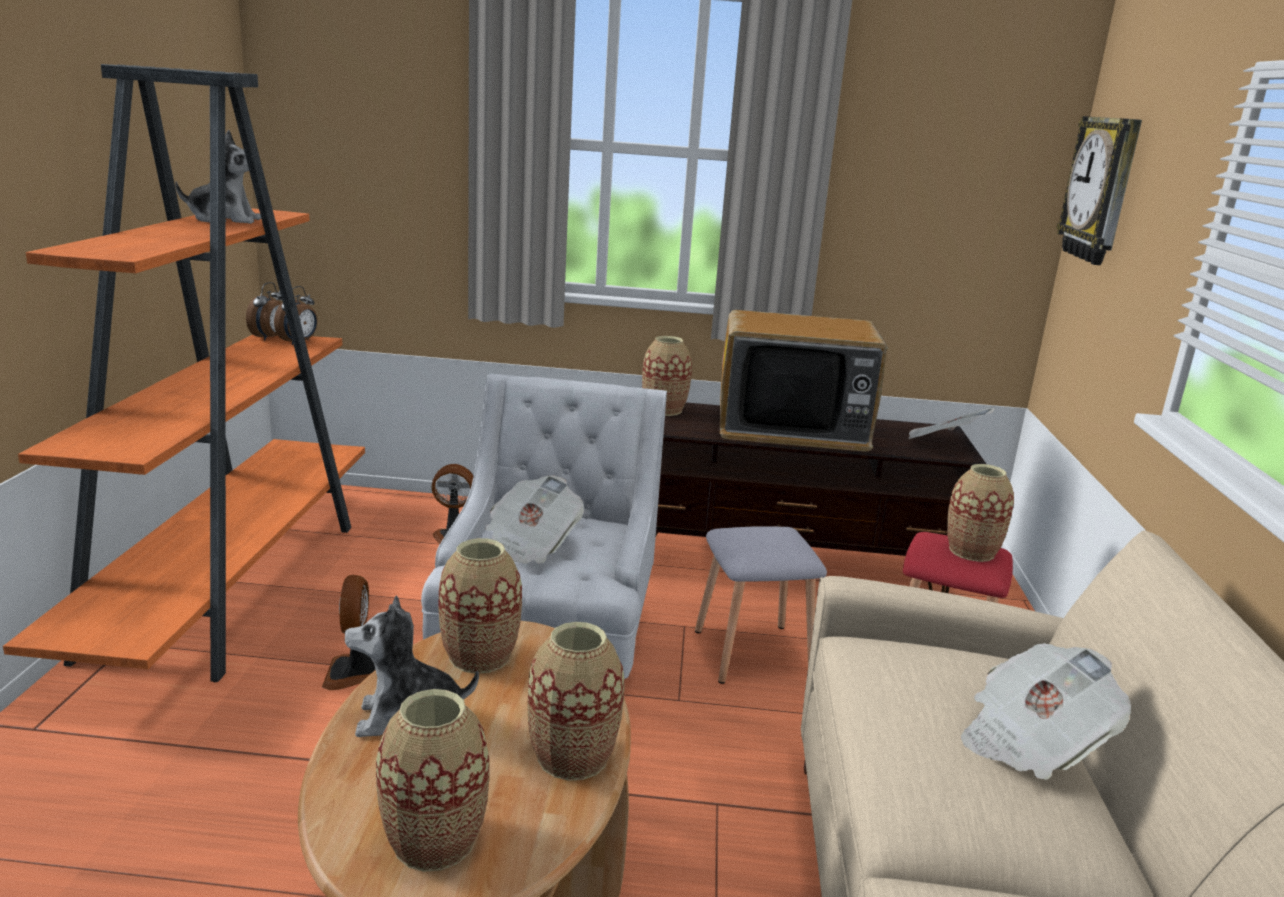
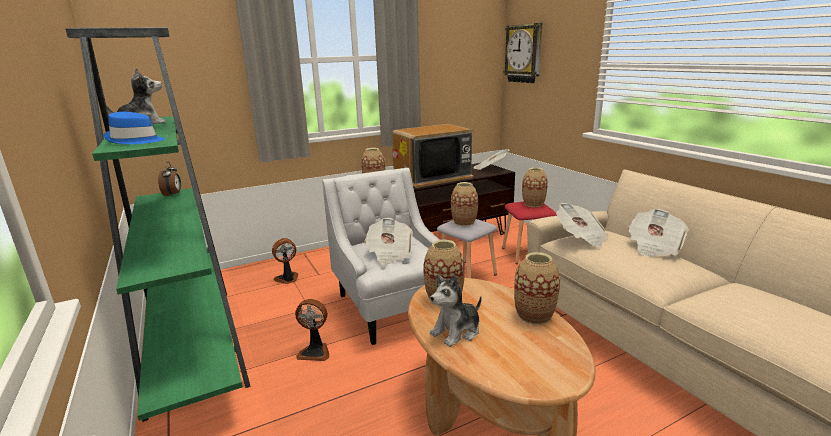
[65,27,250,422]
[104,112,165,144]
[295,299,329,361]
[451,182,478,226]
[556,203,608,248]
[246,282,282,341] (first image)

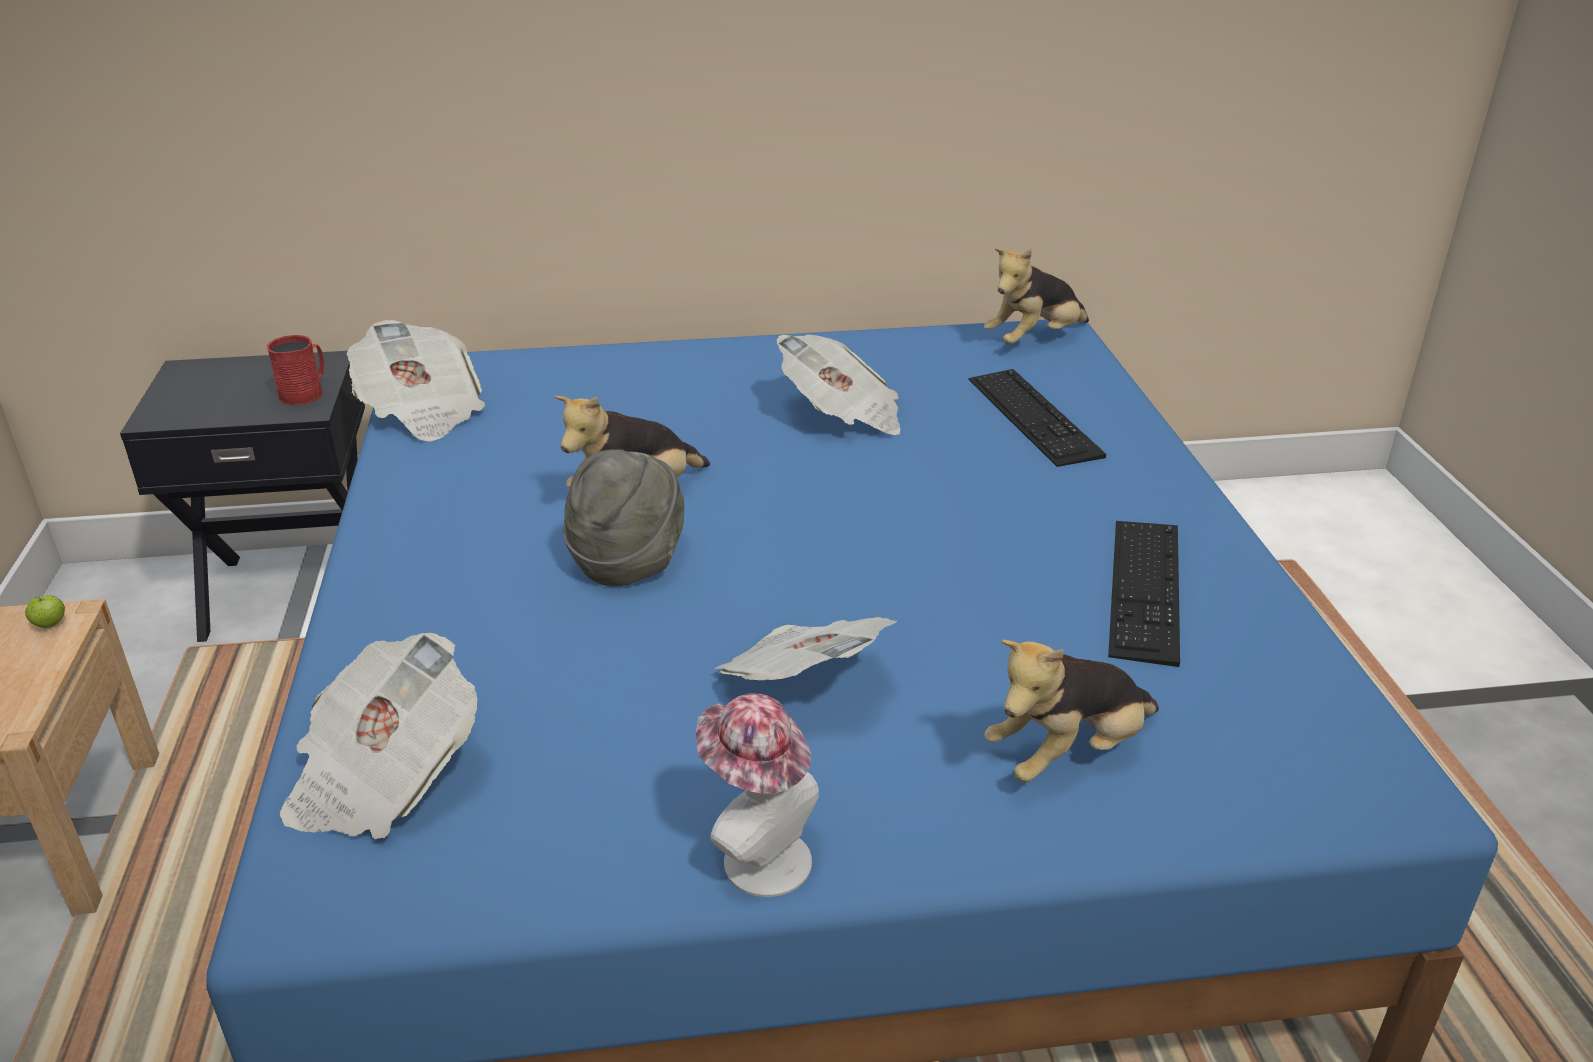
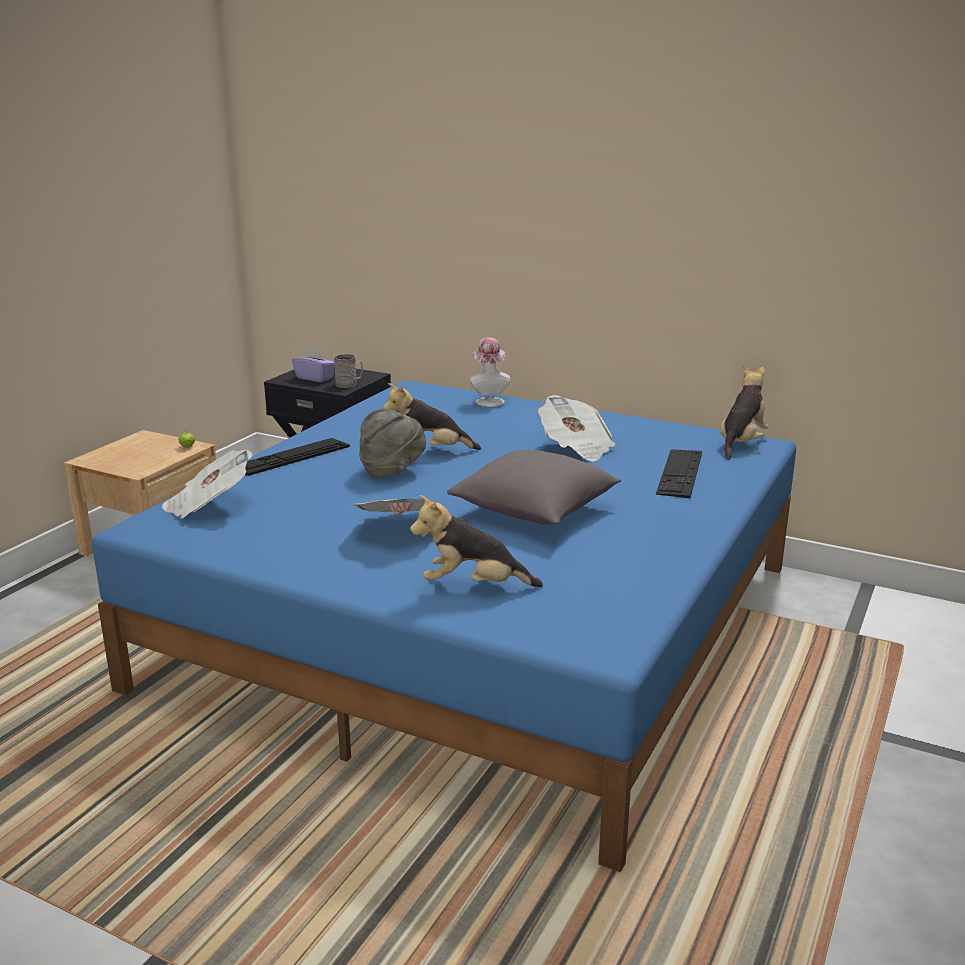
[245,438,350,476]
[292,347,335,382]
[334,354,363,388]
[447,450,621,525]
[469,337,511,407]
[720,366,769,460]
[347,320,485,442] (first image)

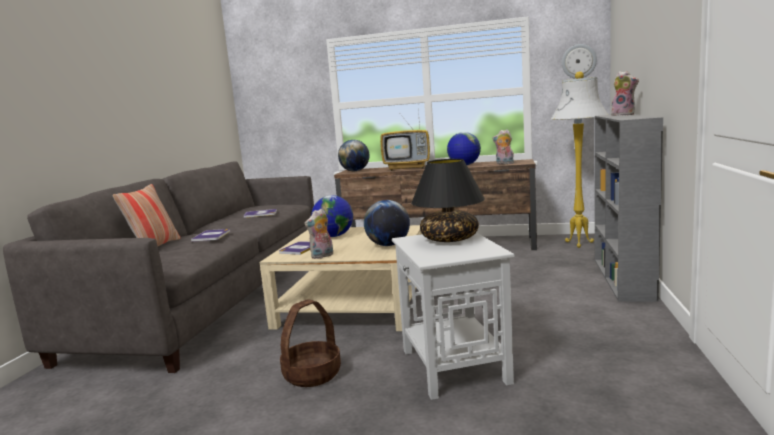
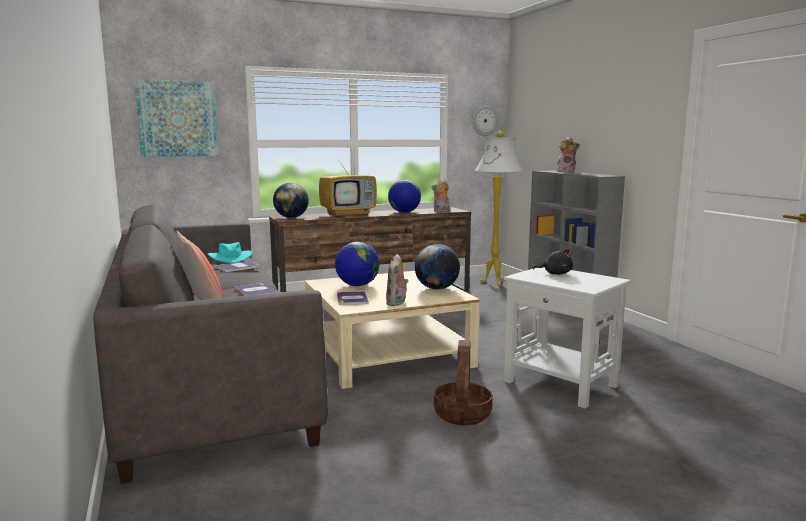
[134,79,219,157]
[208,242,252,263]
[533,249,573,275]

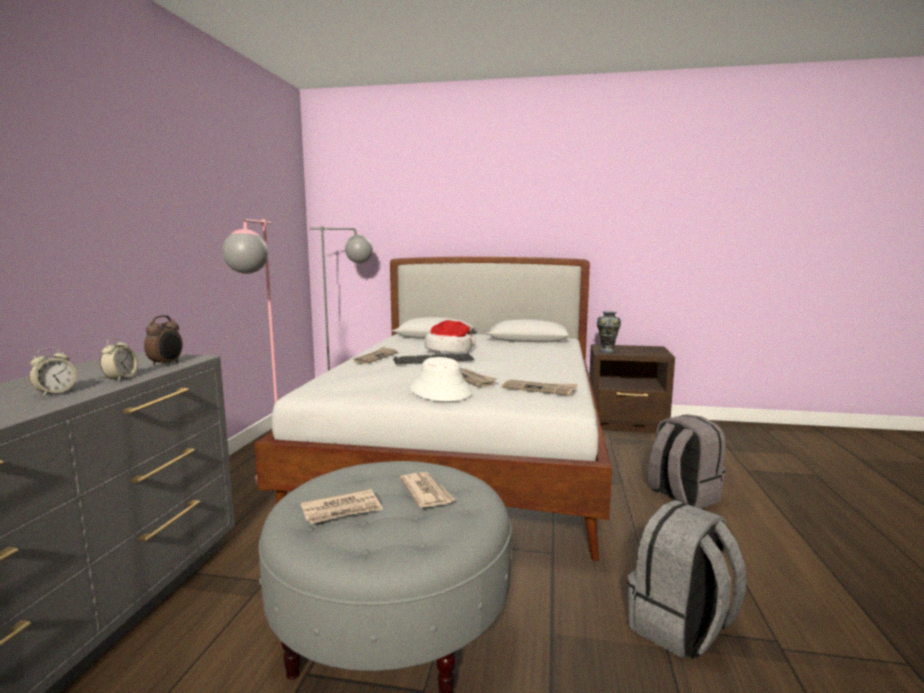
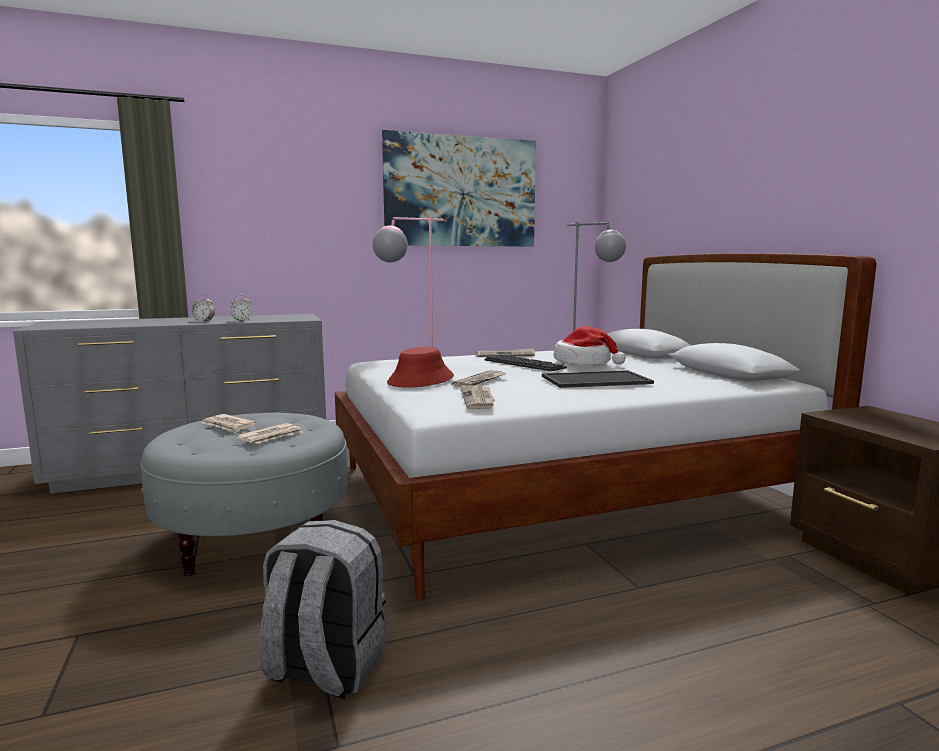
[382,130,536,247]
[387,347,454,388]
[542,370,654,388]
[144,315,183,367] (first image)
[597,311,621,353] (first image)
[648,414,726,509] (first image)

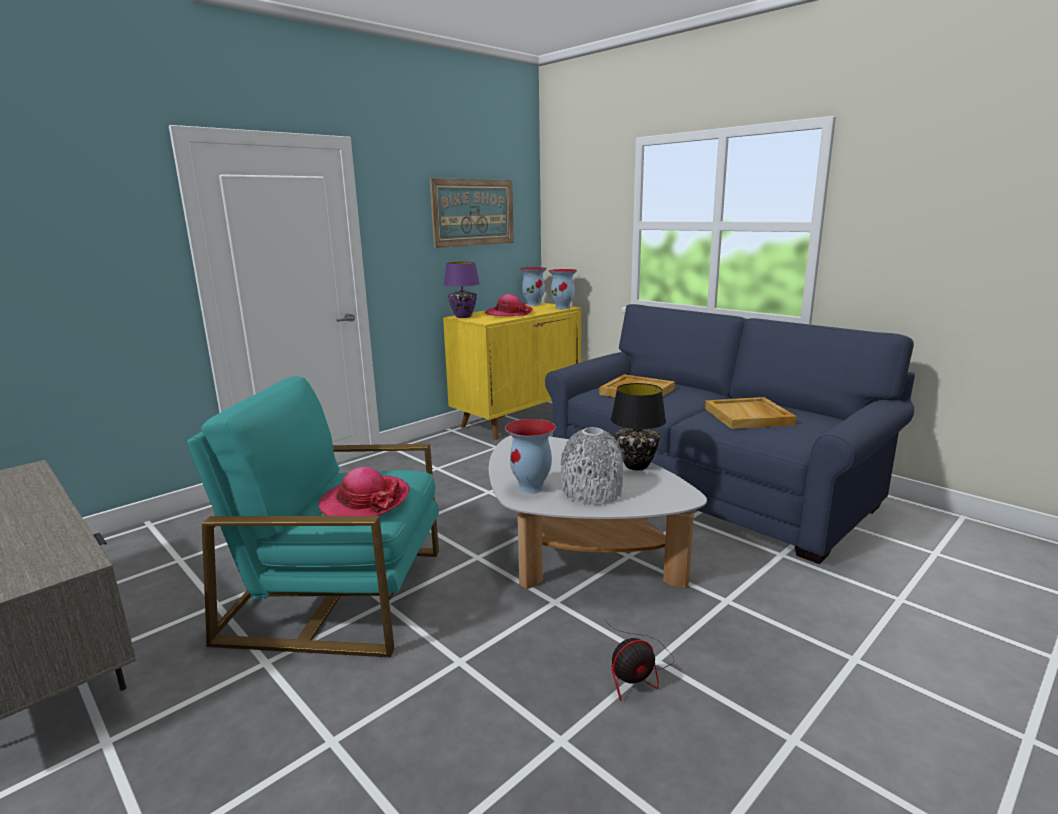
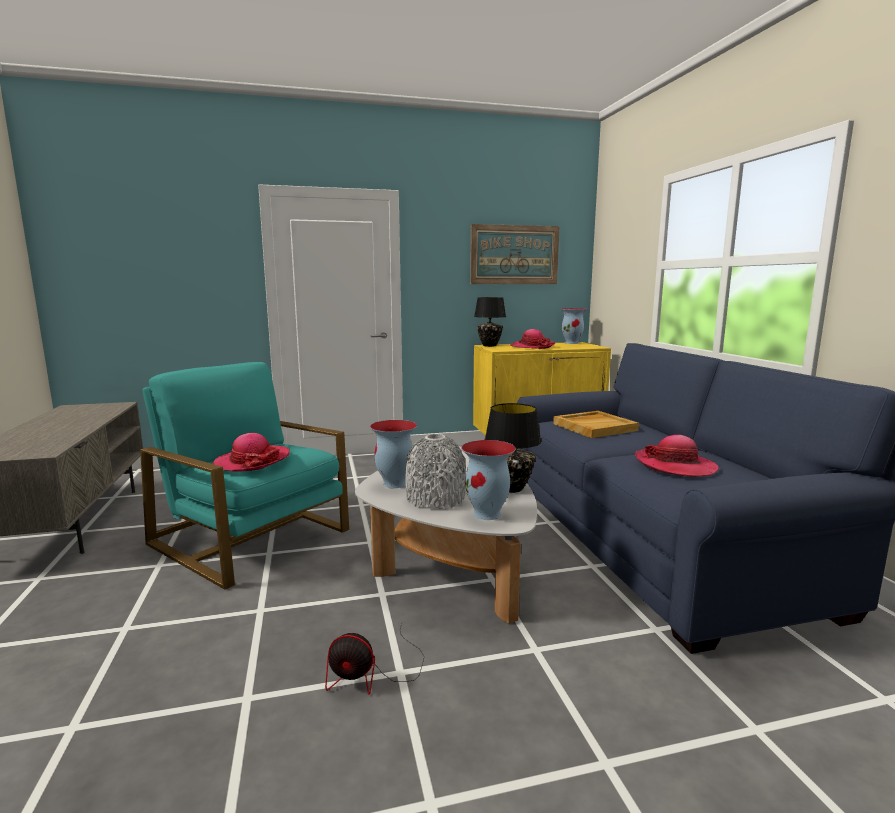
[461,440,516,520]
[474,297,506,347]
[635,435,719,477]

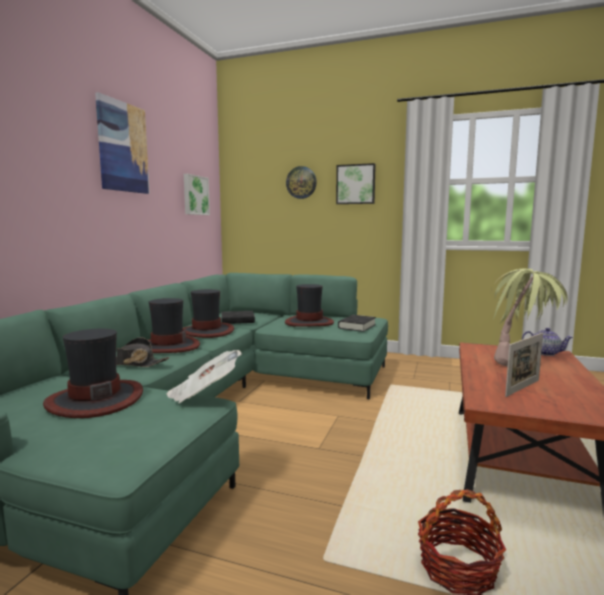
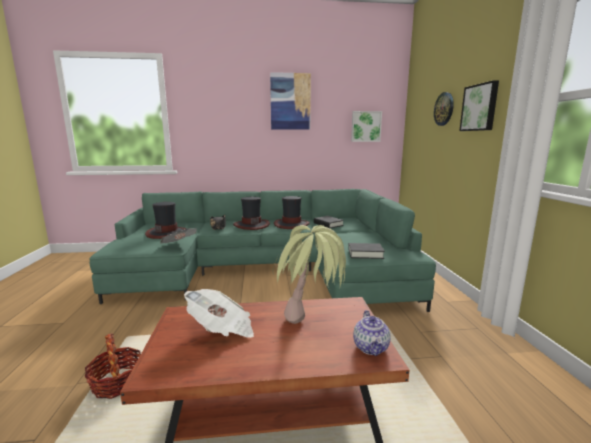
[184,289,254,338]
[285,284,334,327] (first image)

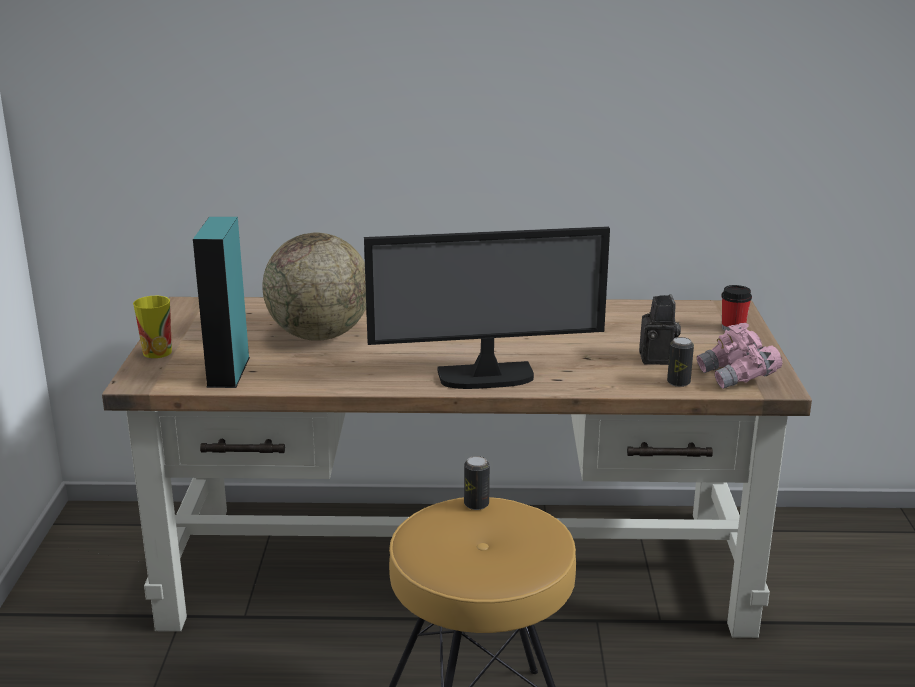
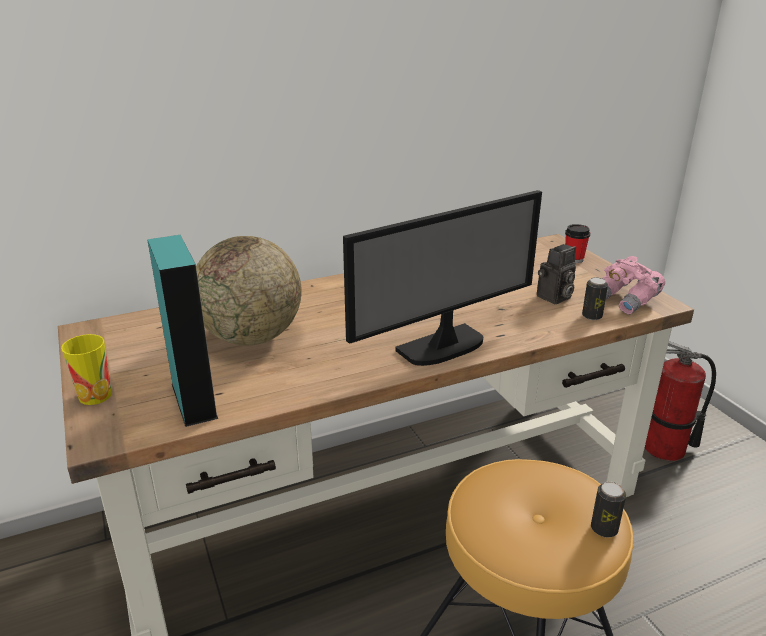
[537,244,576,304]
[591,482,626,538]
[645,341,716,461]

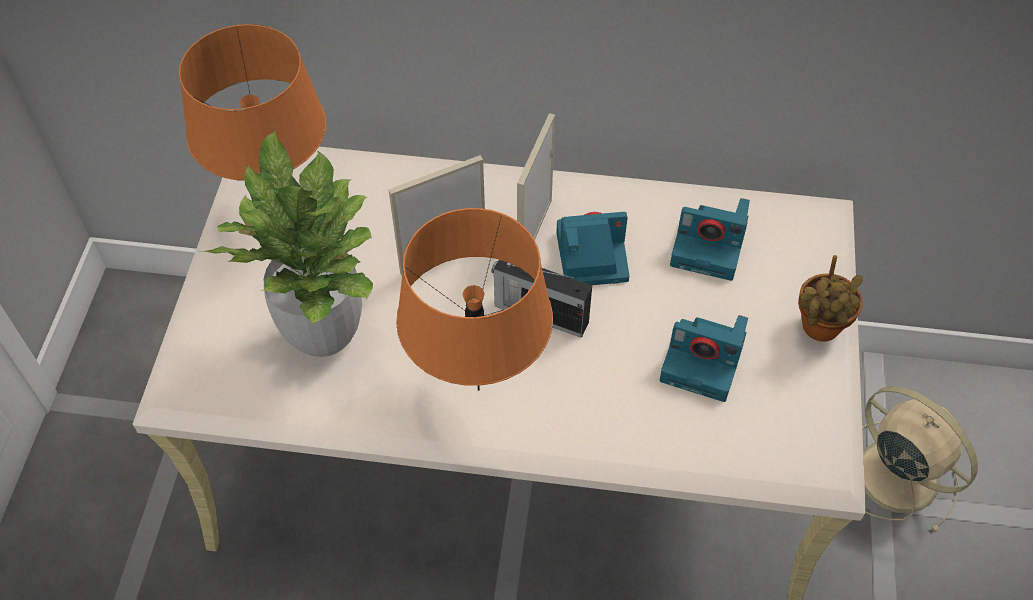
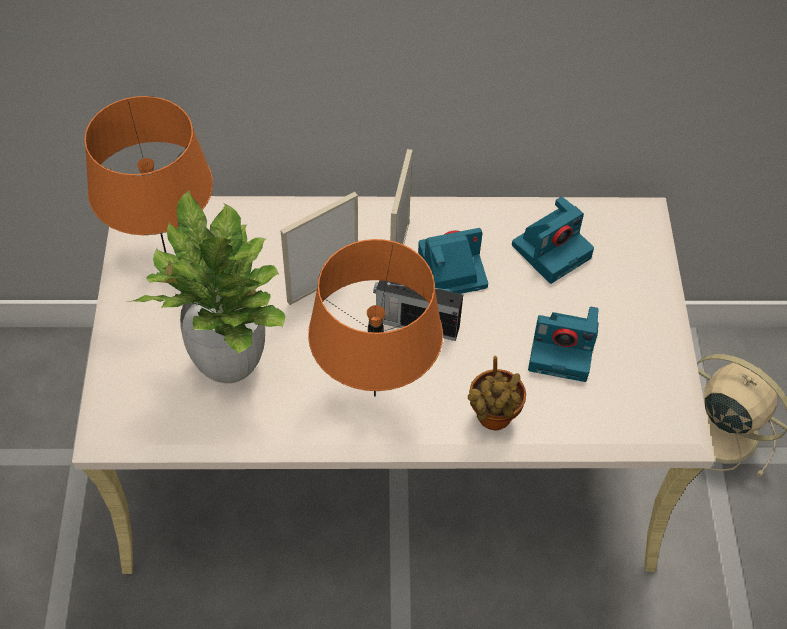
[468,356,526,430]
[512,196,594,284]

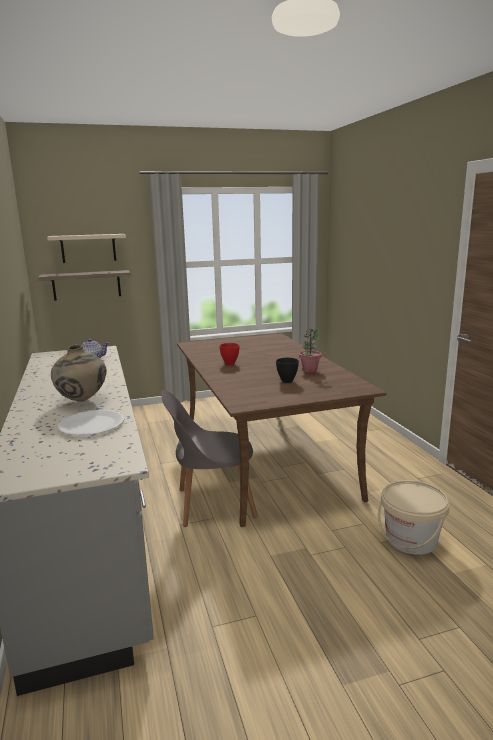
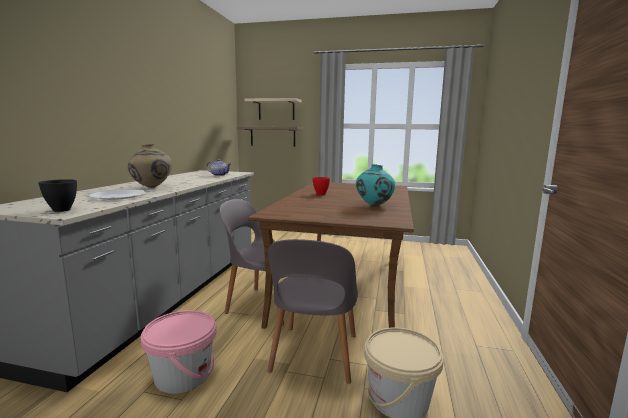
[38,179,77,212]
[141,310,217,394]
[267,239,358,384]
[356,164,395,206]

